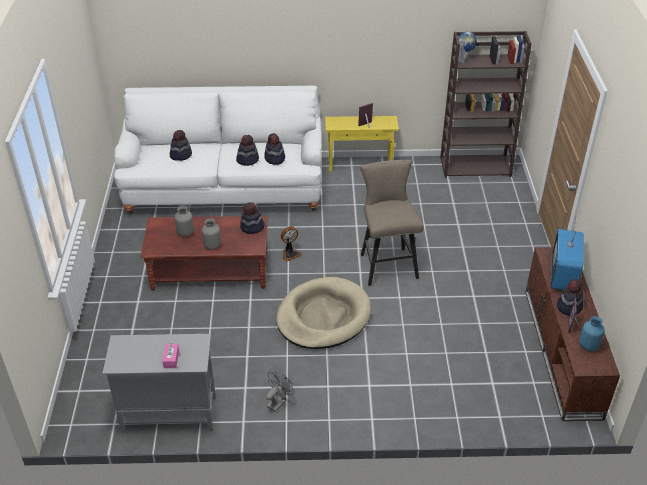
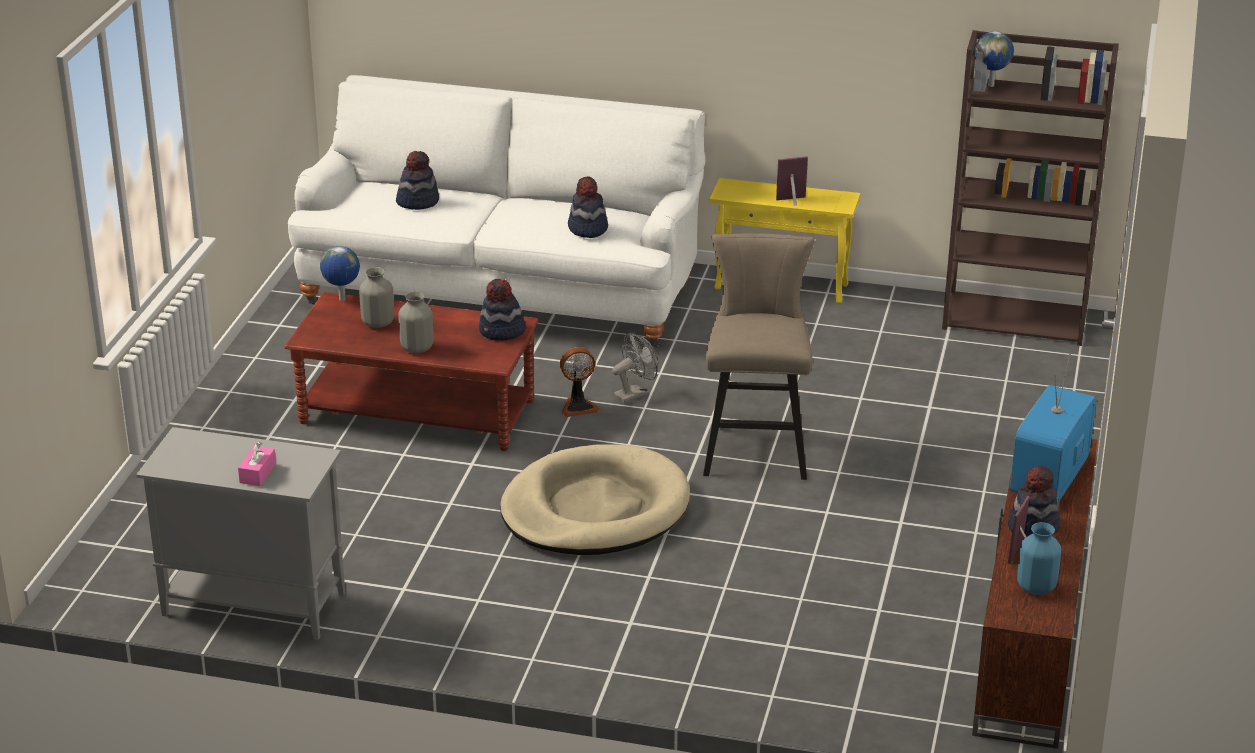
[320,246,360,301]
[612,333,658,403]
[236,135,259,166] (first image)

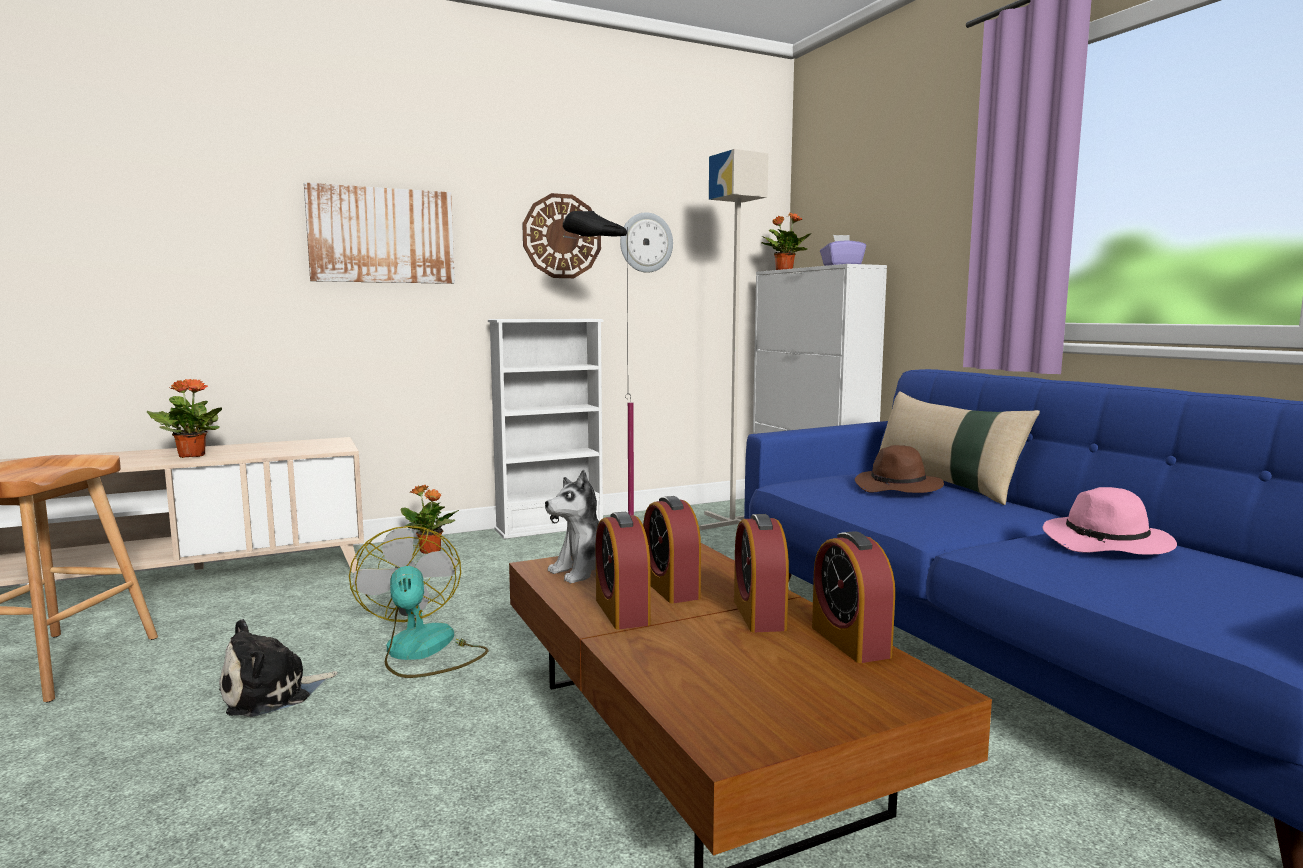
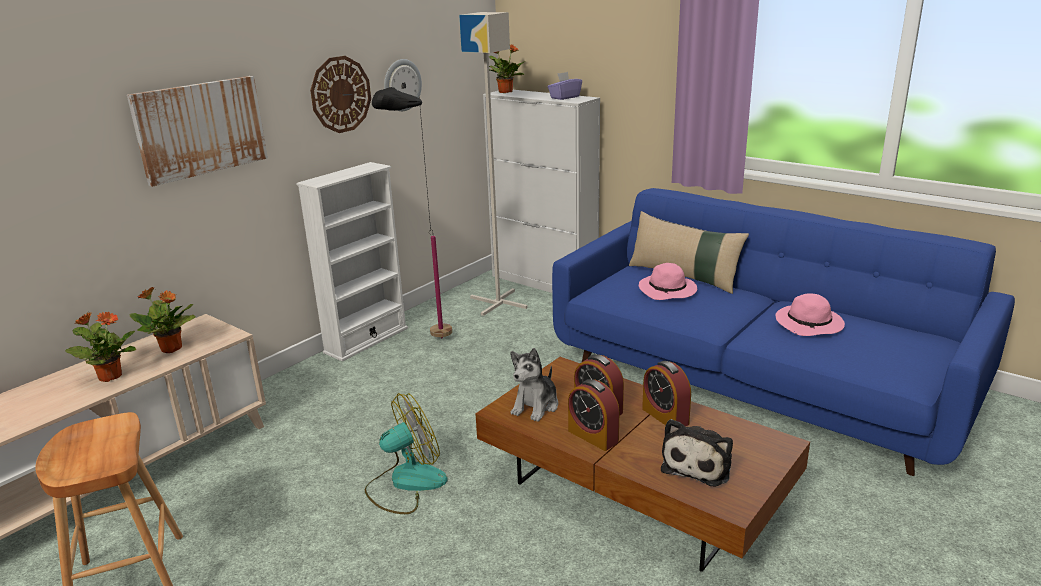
[129,287,196,353]
[365,393,447,514]
[639,263,697,300]
[661,419,733,486]
[812,532,895,663] (first image)

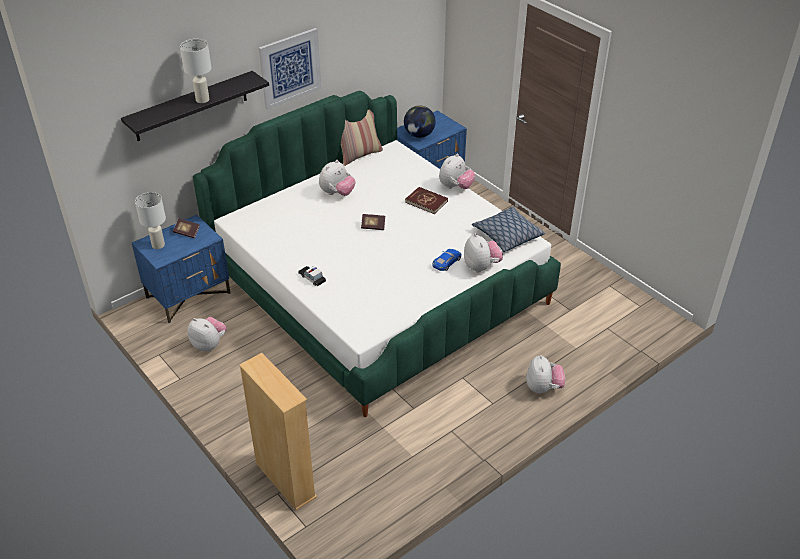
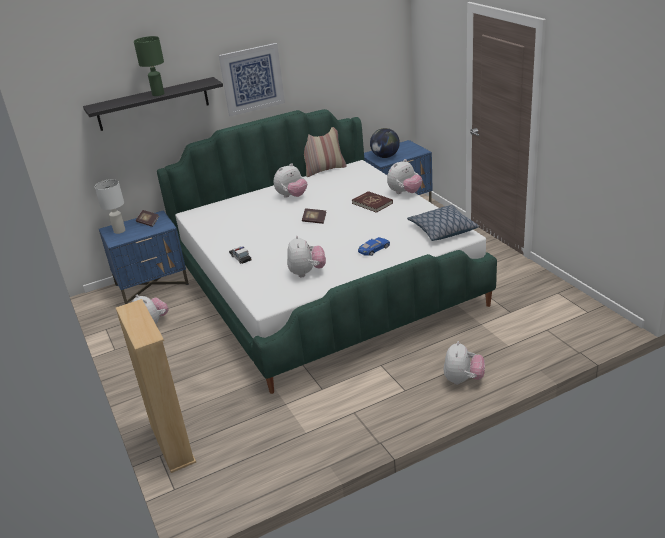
[134,36,164,96]
[287,235,326,277]

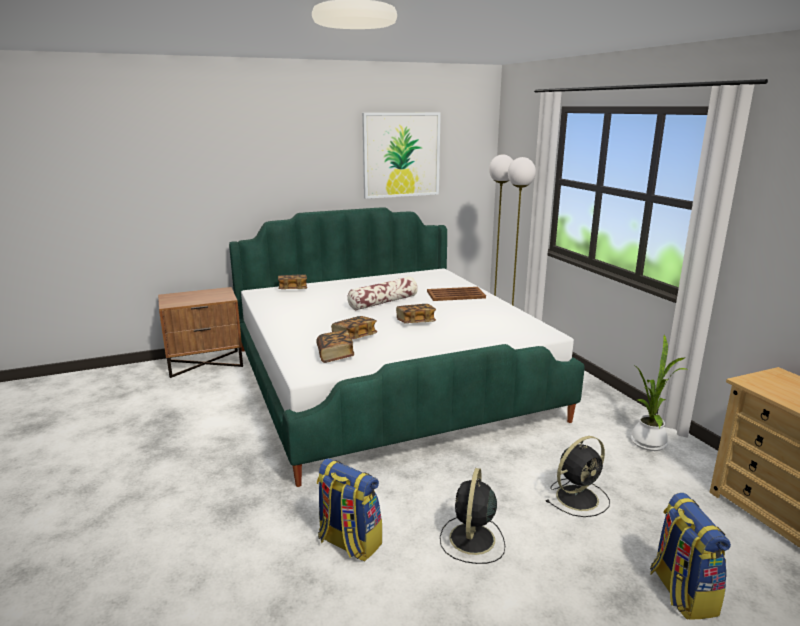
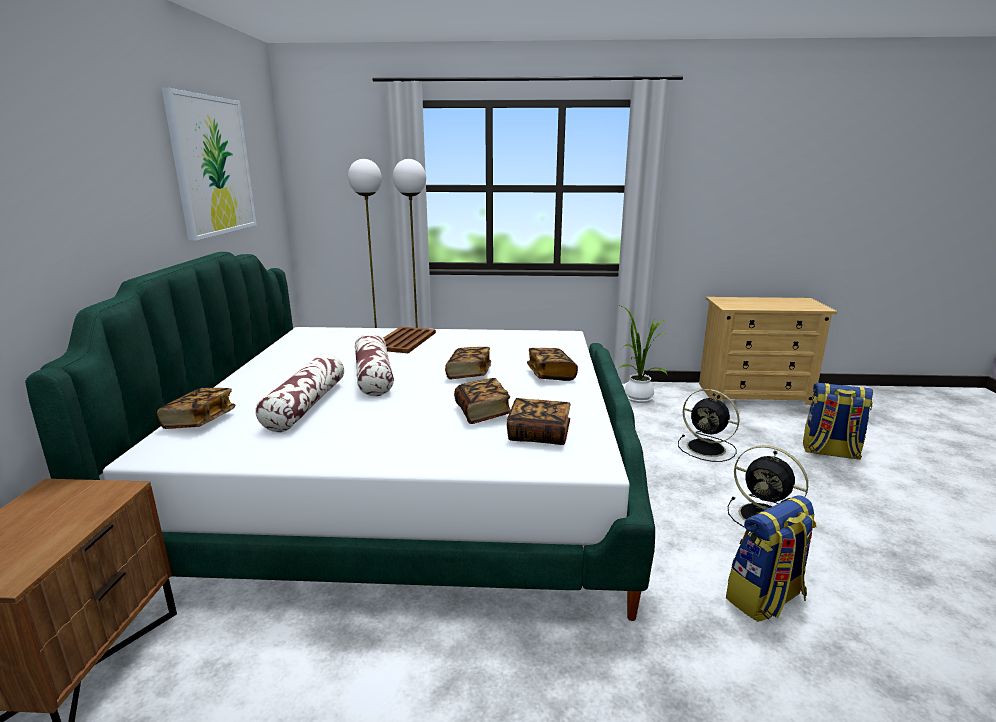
[255,354,344,432]
[527,348,578,381]
[678,389,739,462]

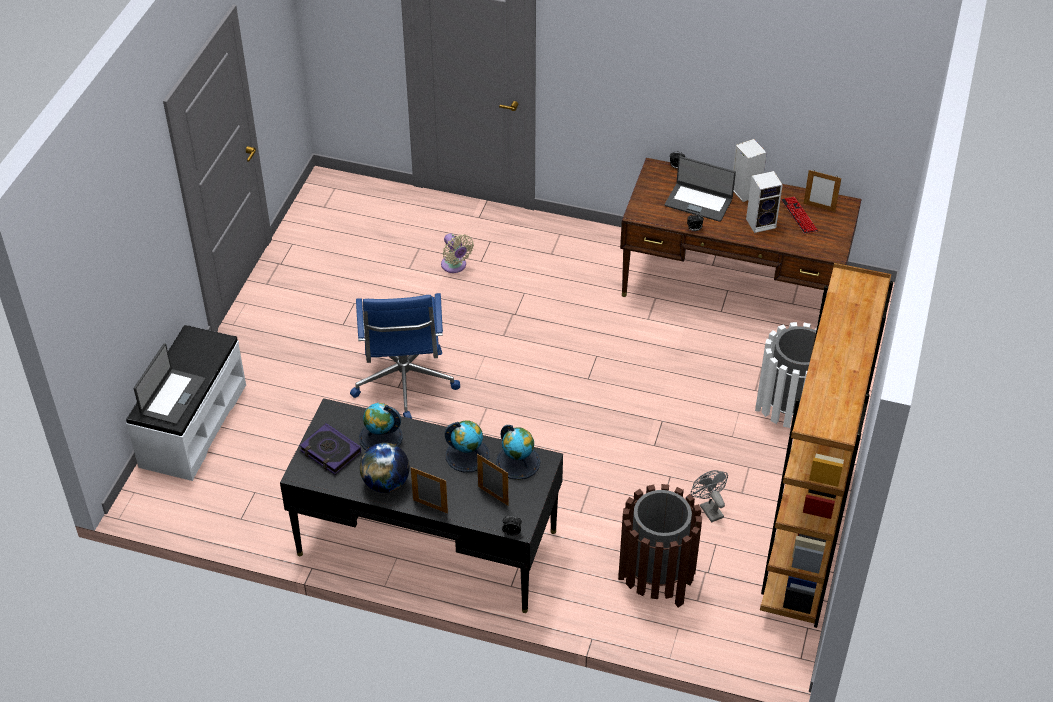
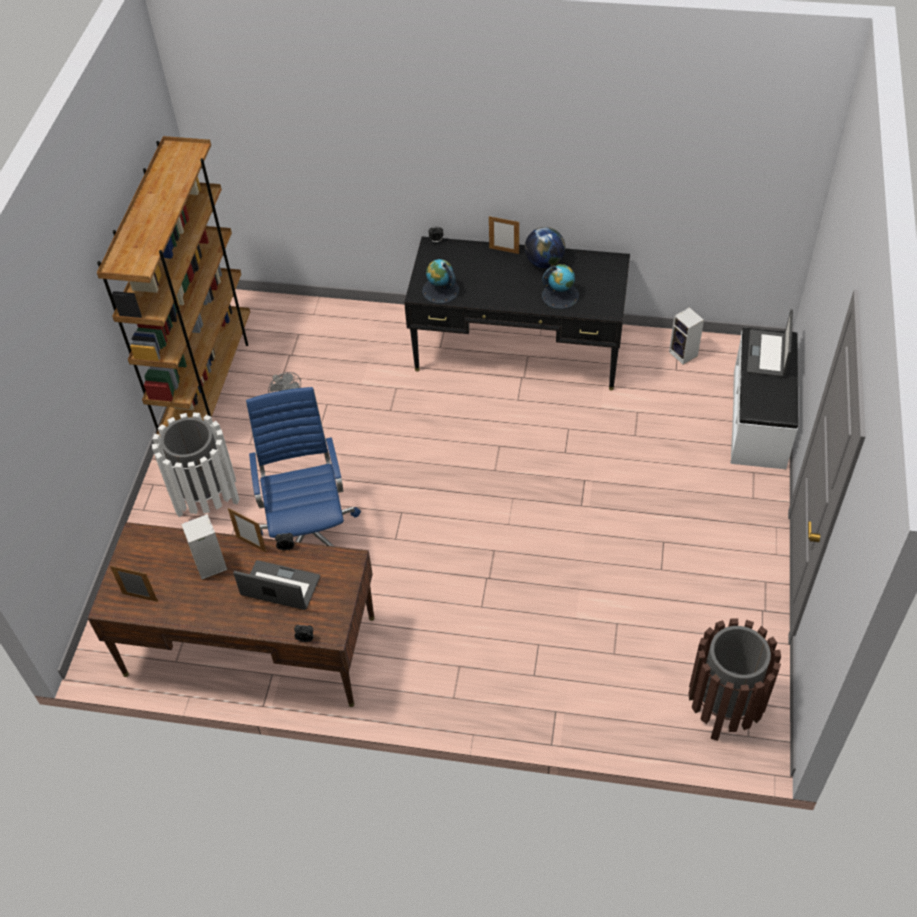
[228,508,266,552]
[246,387,361,546]
[669,307,704,365]
[688,618,781,741]
[299,423,361,475] (first image)
[441,233,474,273] (first image)
[445,420,489,472] (first image)
[781,197,818,234] (first image)

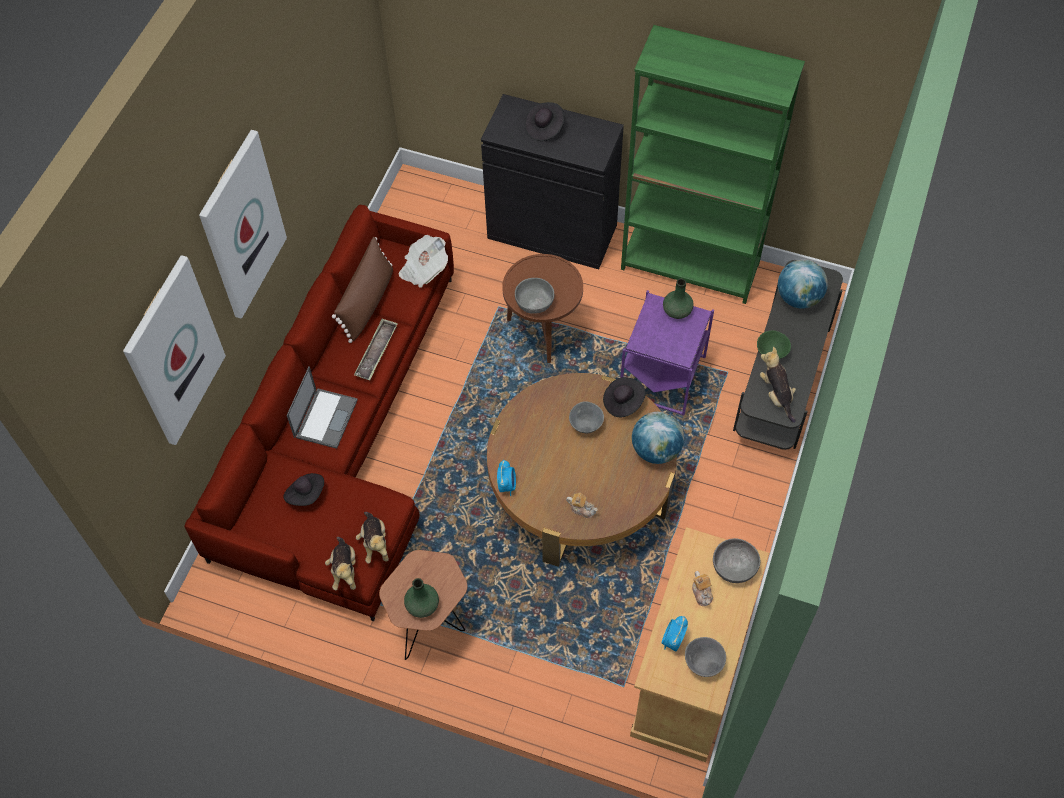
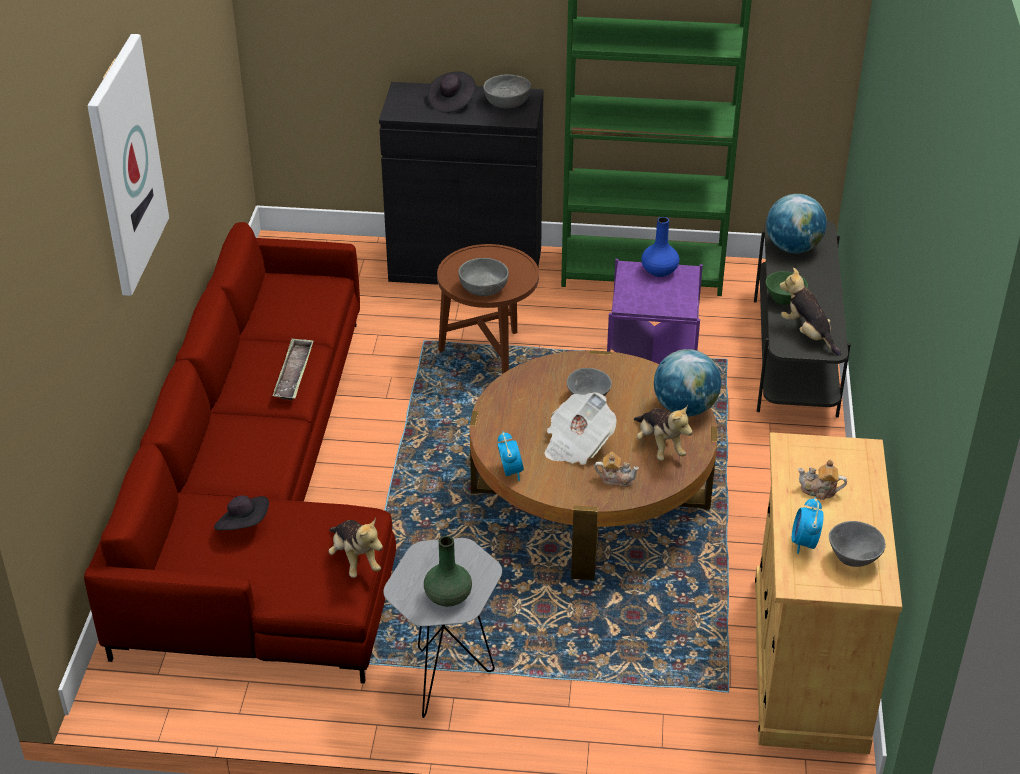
[383,538,502,718]
[483,74,531,108]
[544,392,616,465]
[634,405,693,460]
[641,217,679,277]
[798,460,847,500]
[123,255,226,445] (first image)
[287,366,358,449] (first image)
[332,237,393,343] (first image)
[603,377,646,417] (first image)

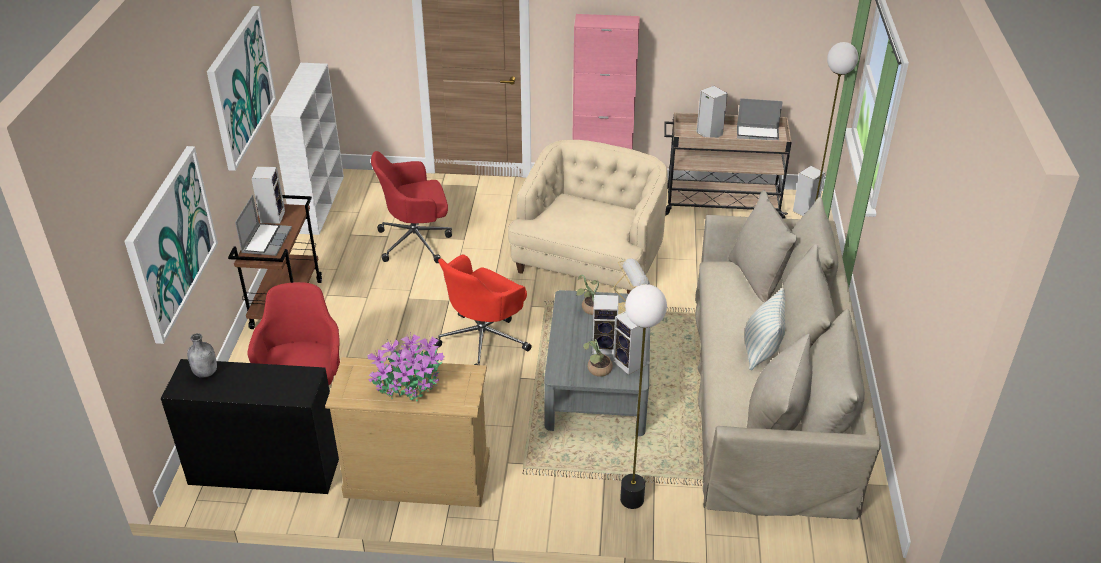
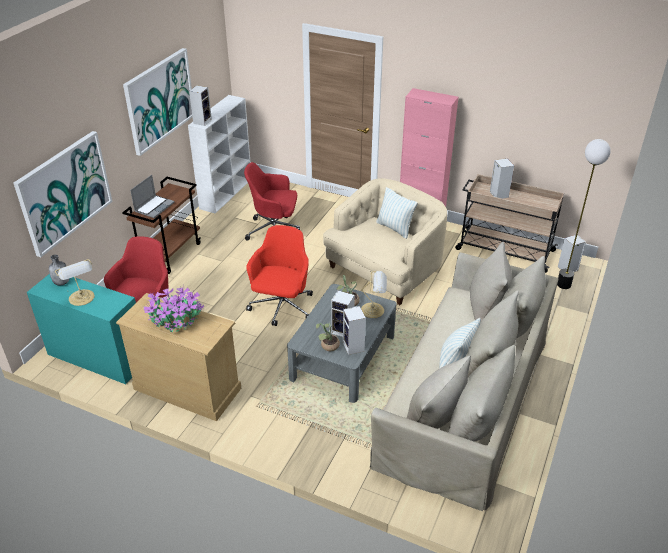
[27,274,136,384]
[55,259,95,306]
[189,85,212,126]
[246,225,313,326]
[376,187,418,239]
[620,284,667,509] (first image)
[737,98,783,140] (first image)

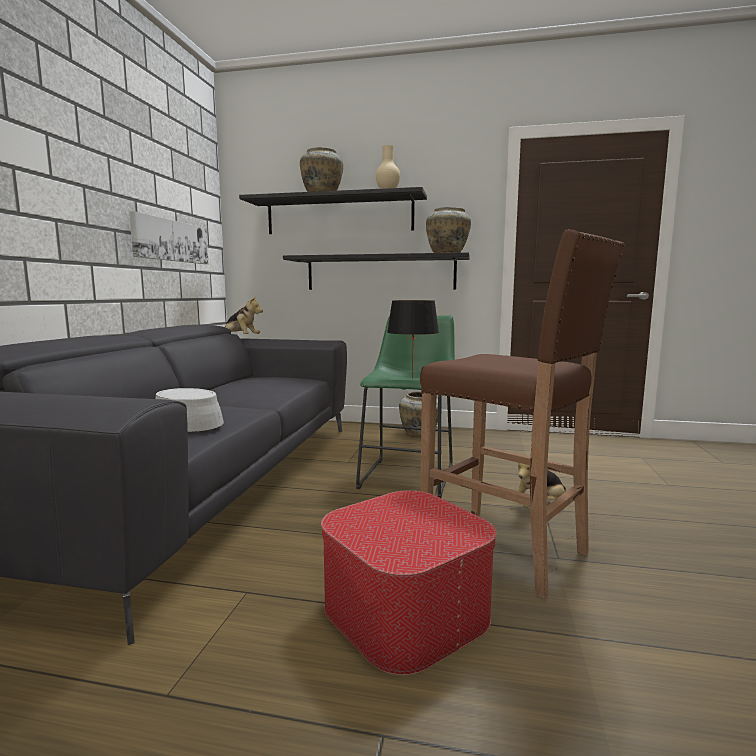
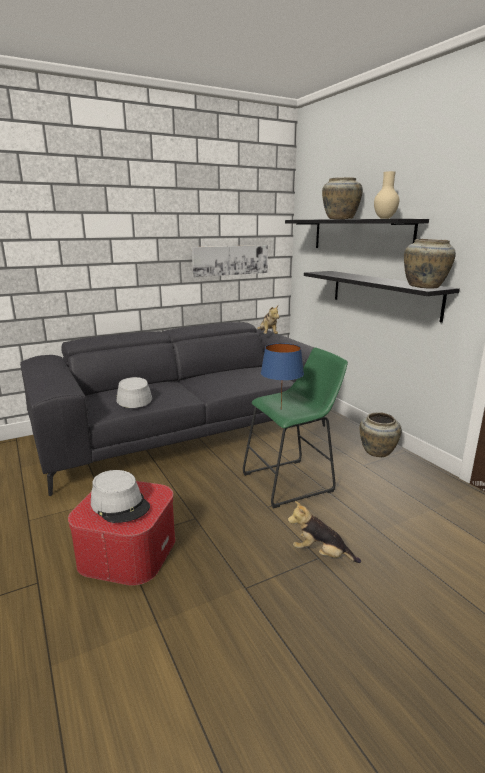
[91,470,150,523]
[261,343,304,406]
[420,229,624,599] (first image)

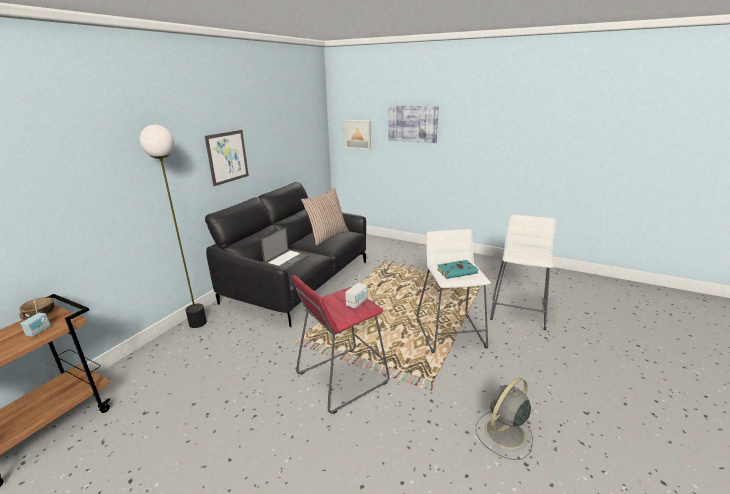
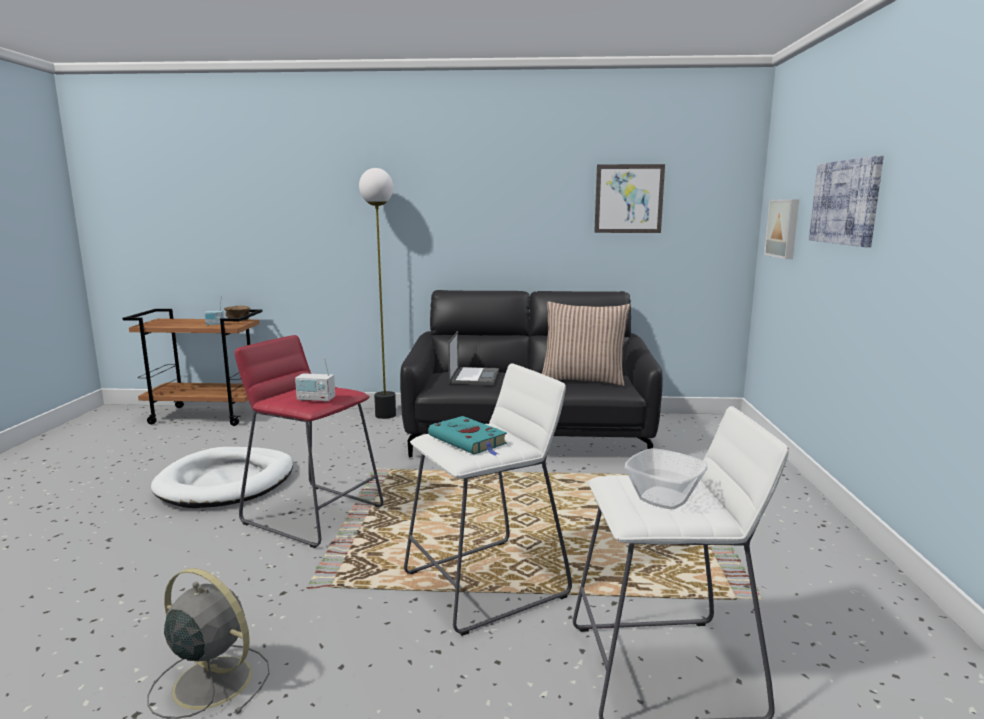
[151,447,293,508]
[448,331,499,385]
[594,164,665,233]
[624,448,707,509]

